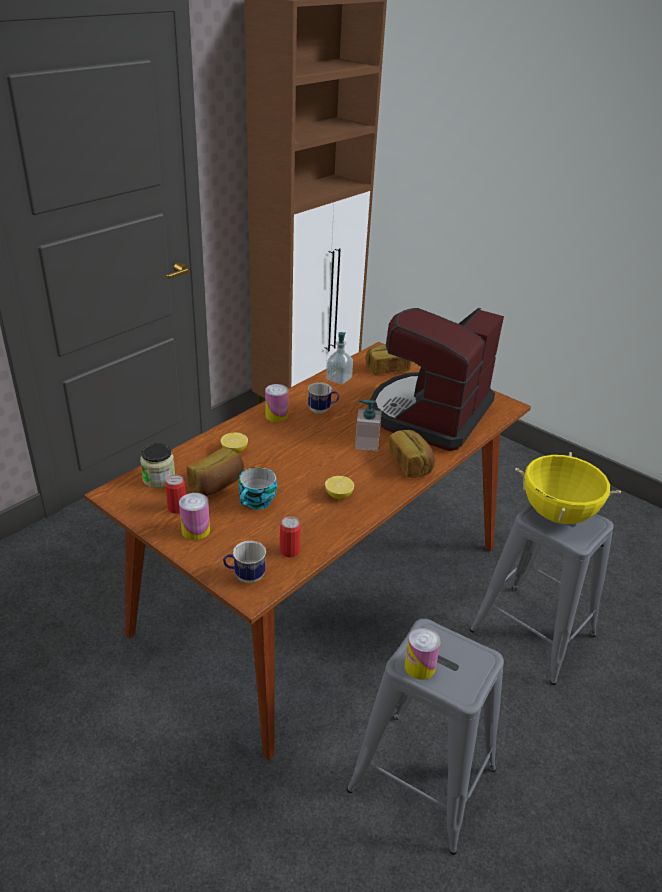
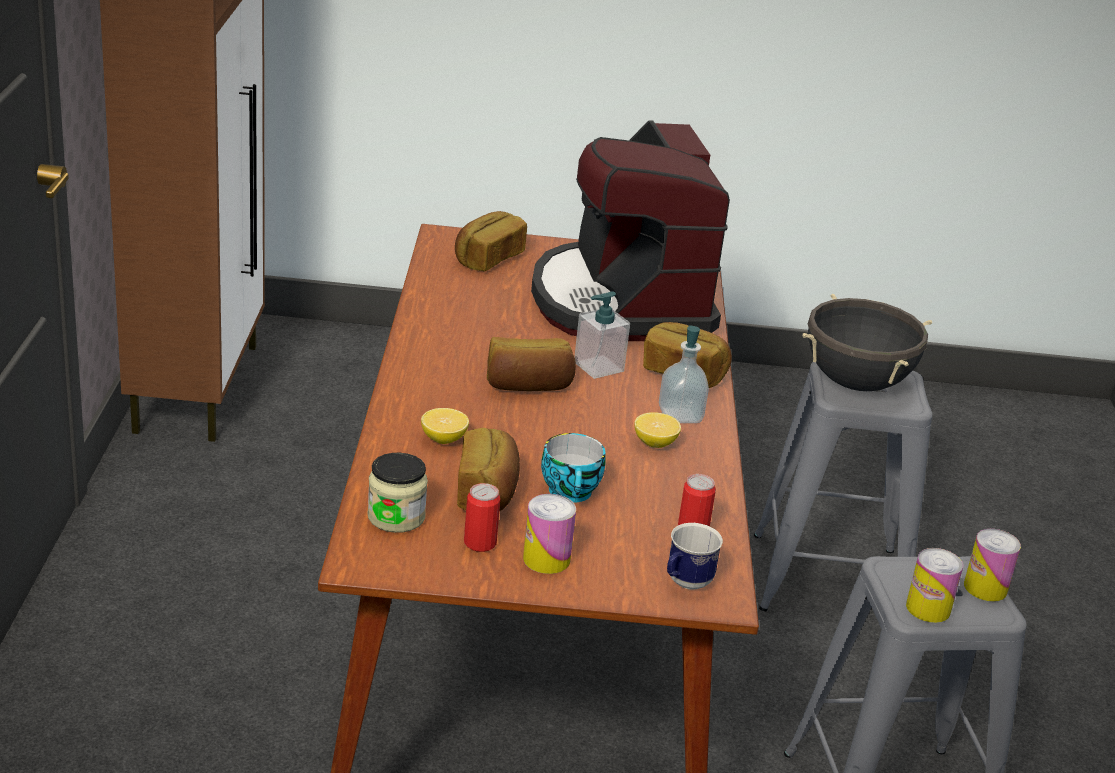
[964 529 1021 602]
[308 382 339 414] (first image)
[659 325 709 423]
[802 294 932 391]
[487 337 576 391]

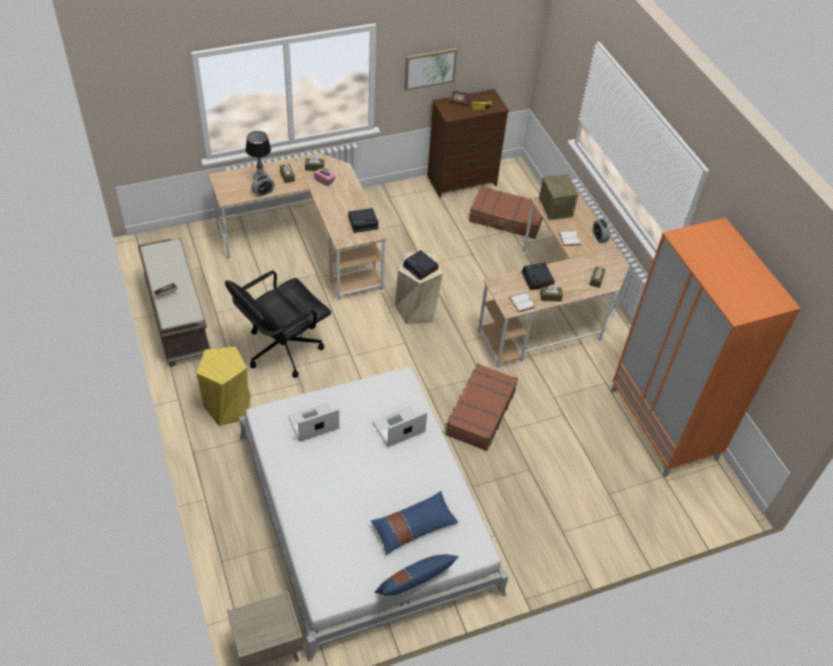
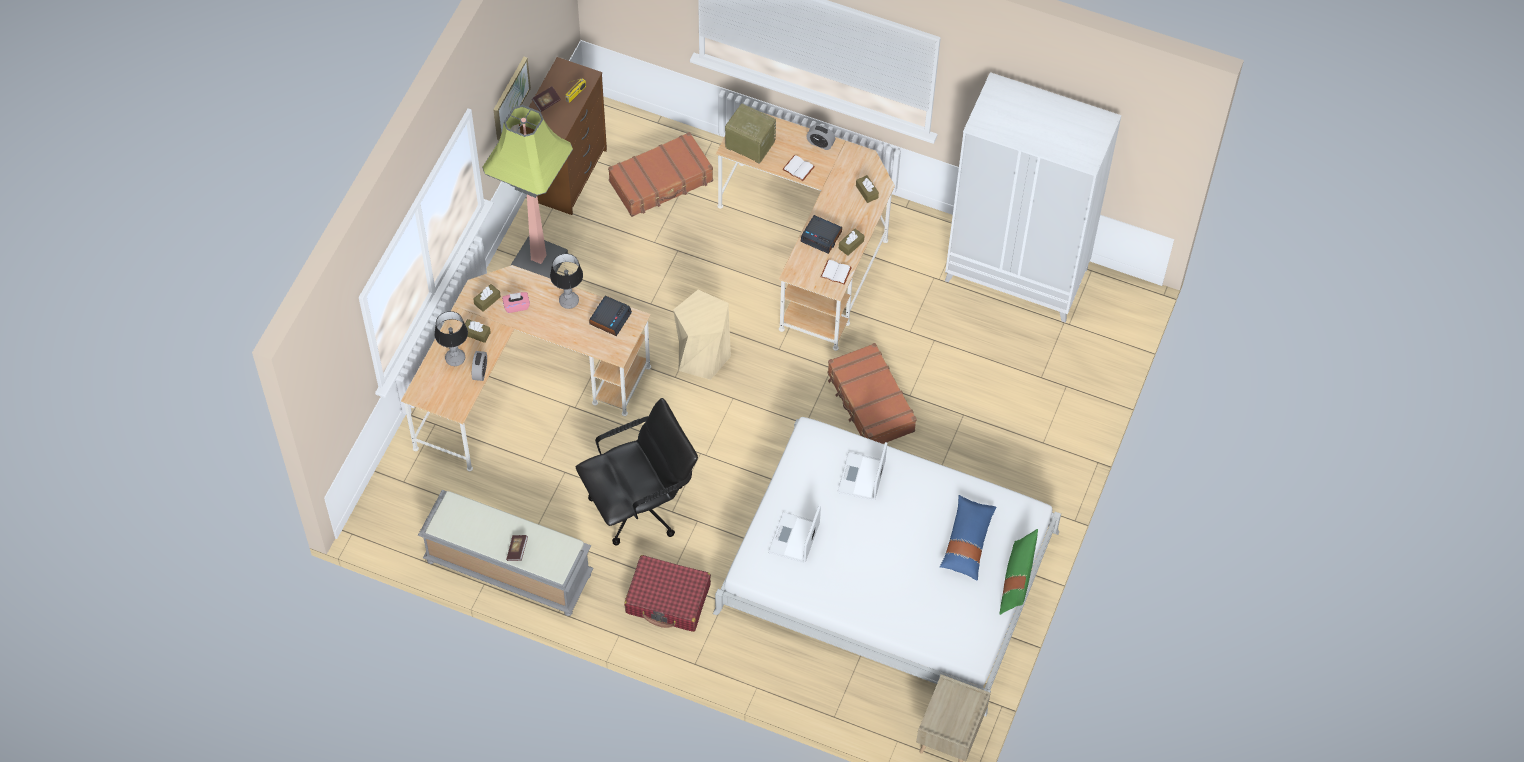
[418 490 594 616]
[624 555 711 632]
[576 398 698 546]
[1000 529 1038 615]
[403 250 439 280] (first image)
[945 72 1122 322]
[482 105 573 278]
[550 253 583 309]

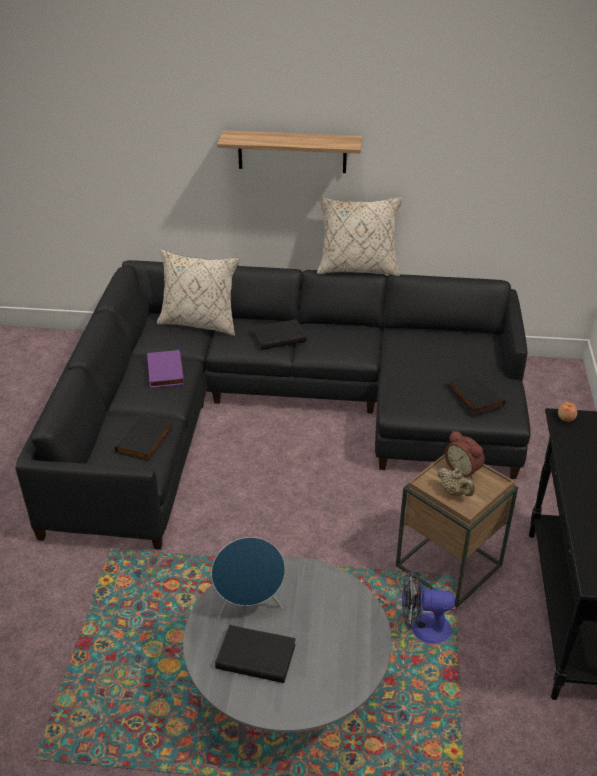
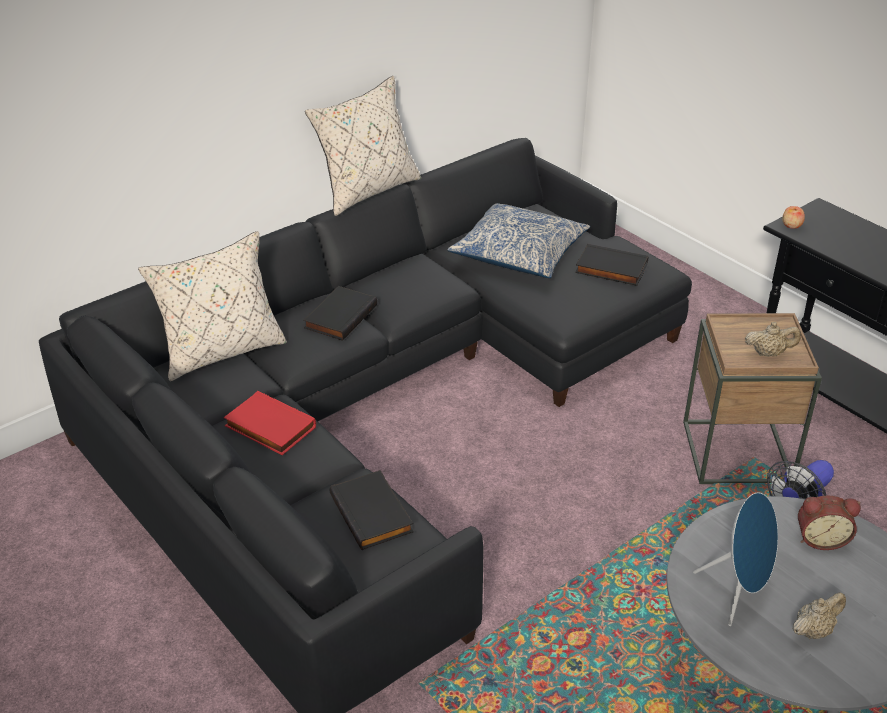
[224 391 316 455]
[792 592 846 639]
[217 130 362 173] (first image)
[798 496 861 550]
[447 203 590 278]

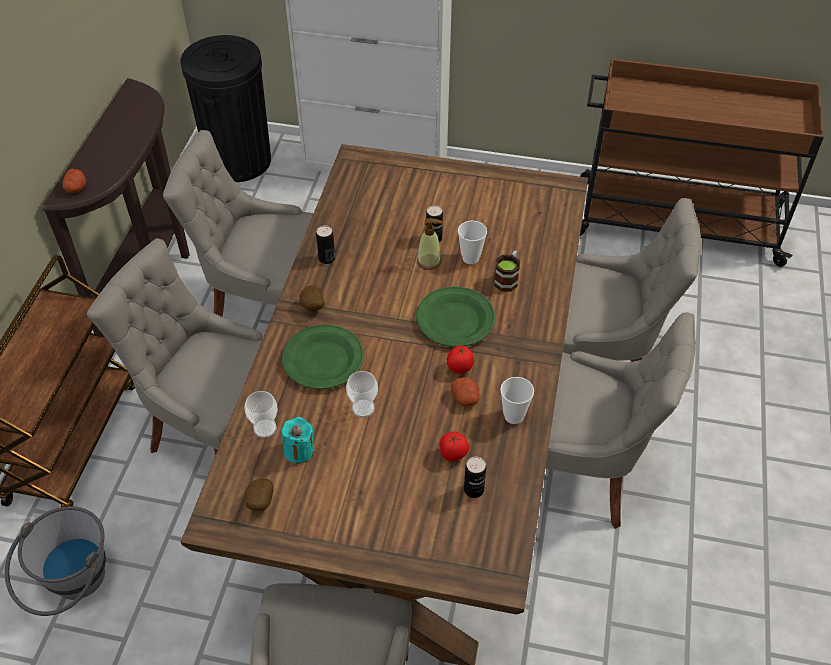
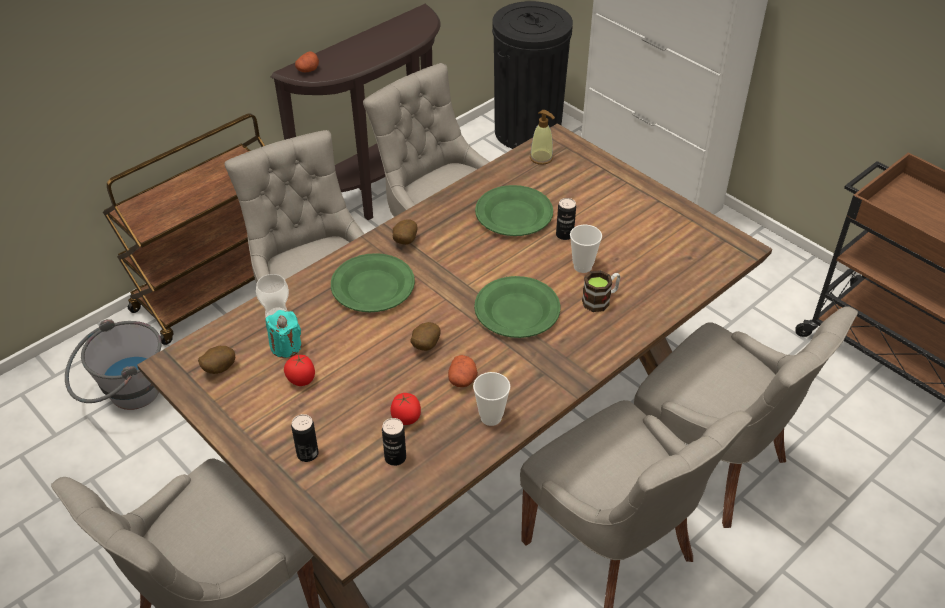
[291 414 319 462]
[346 371 378 418] (first image)
[530 110 555 165]
[284 354 315 386]
[410 322 441 351]
[475 185 553 236]

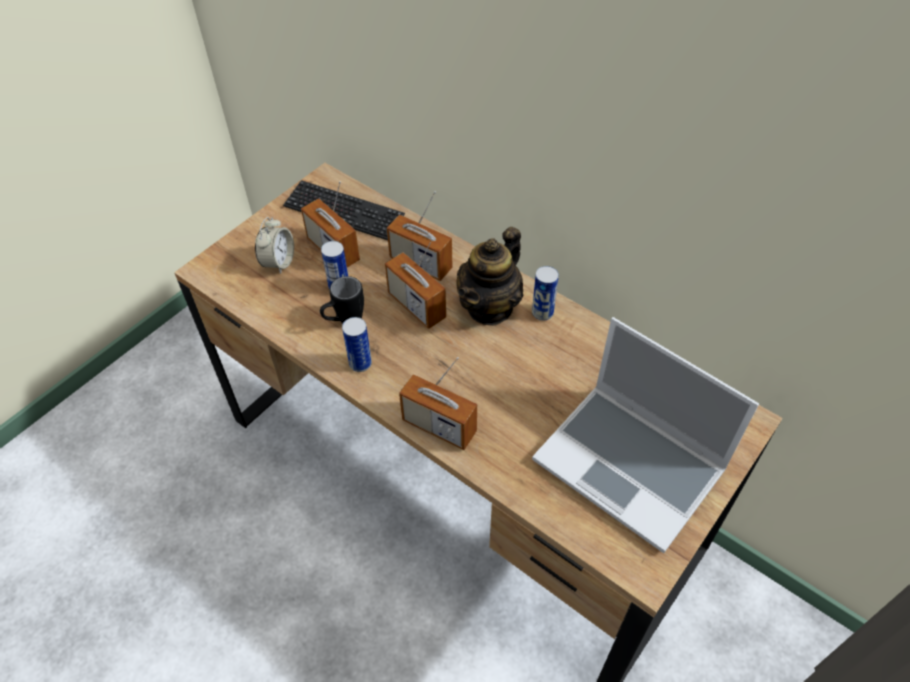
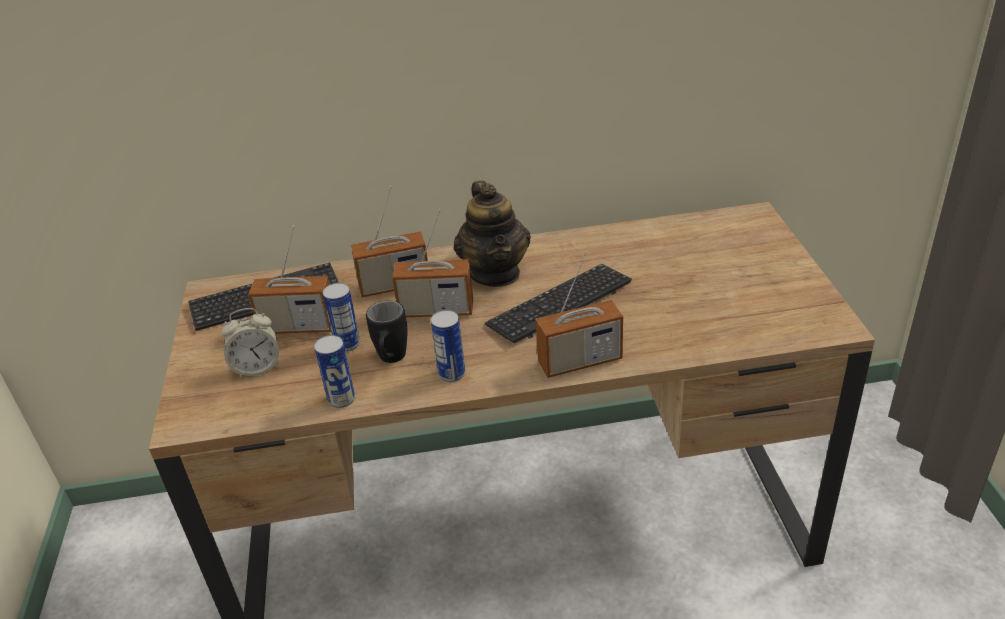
[221 308 279 378]
[314 335 355 408]
[532 317 759 553] (first image)
[485 264 632 343]

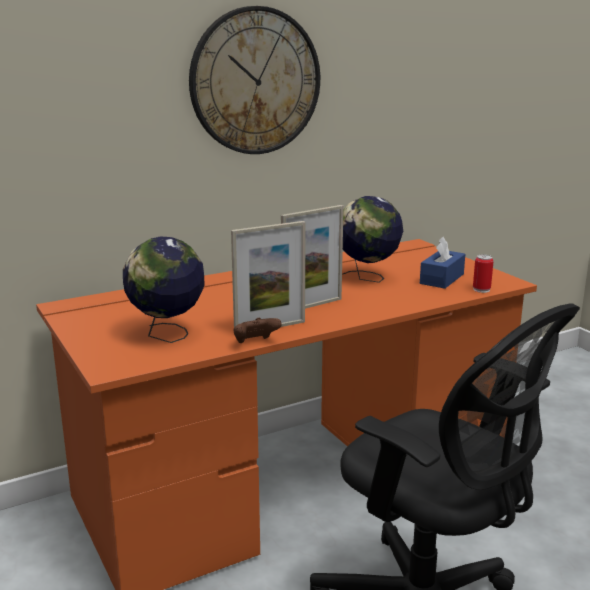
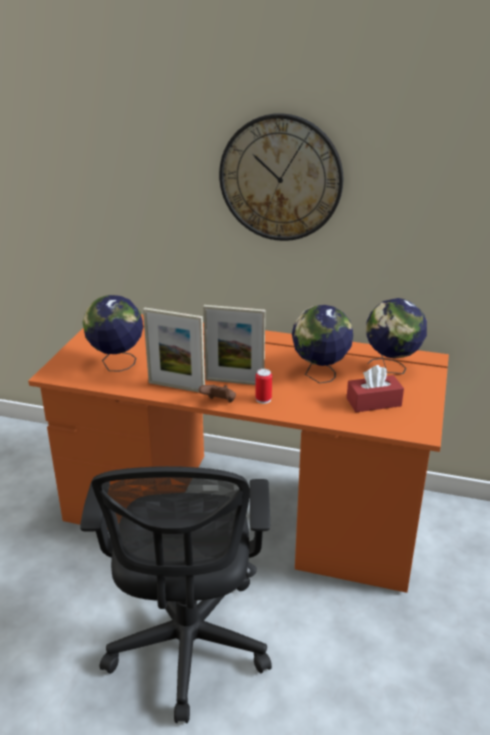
[199 385 236 403]
[347 365 404 412]
[255 369 272 404]
[366 298 427 374]

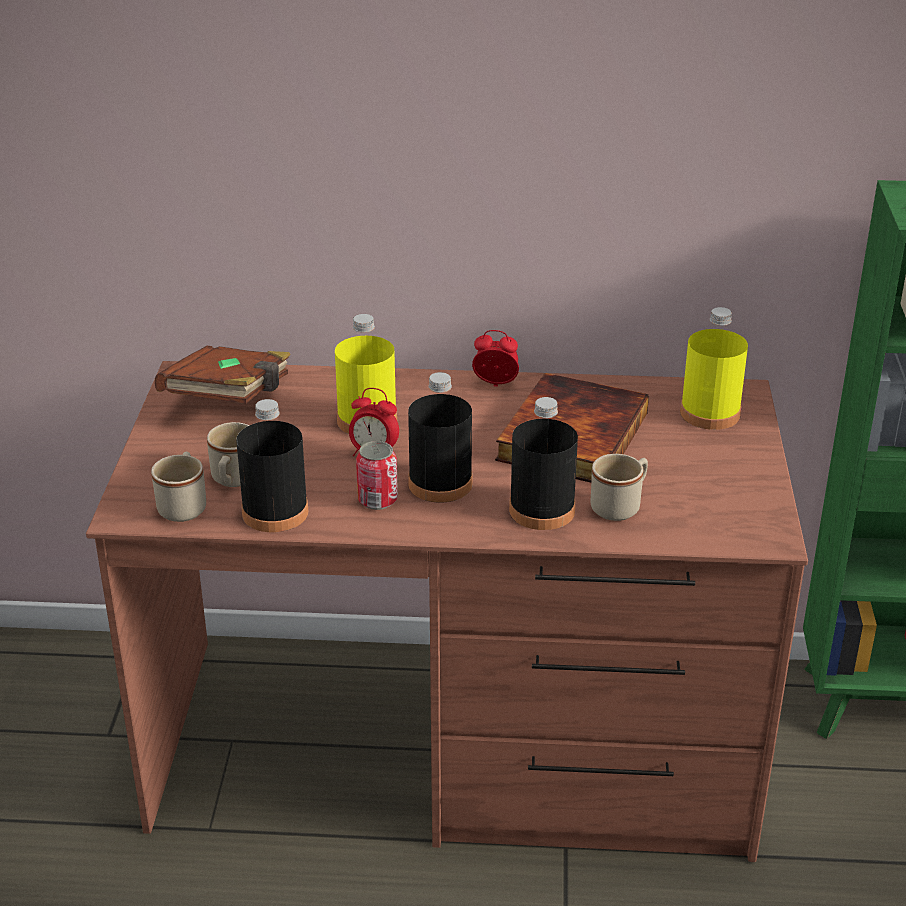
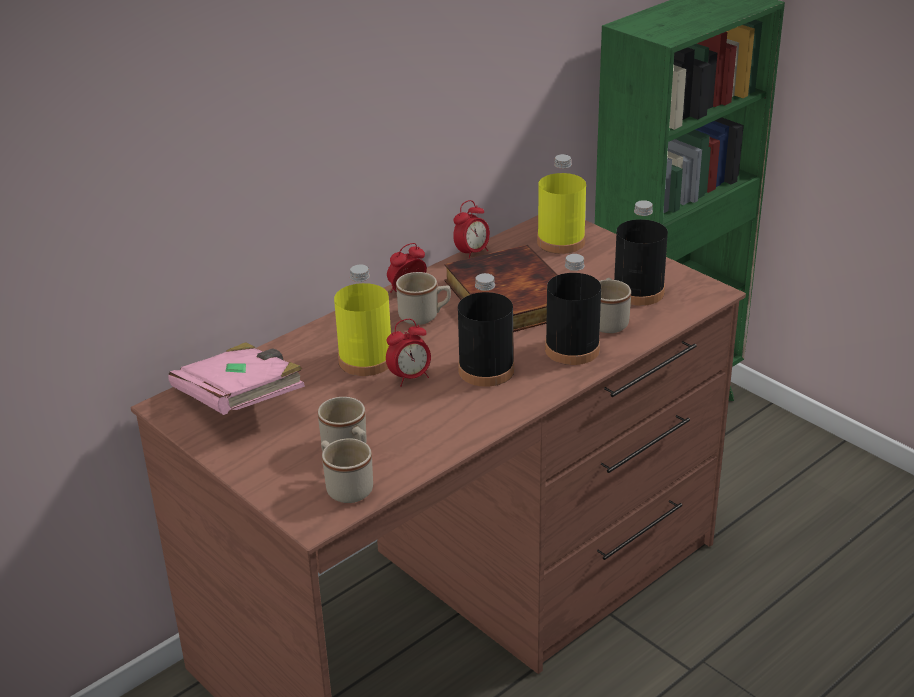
[168 342 305 415]
[614 200 668 306]
[356 441 398 510] (first image)
[396 272 451 325]
[453 200 490 258]

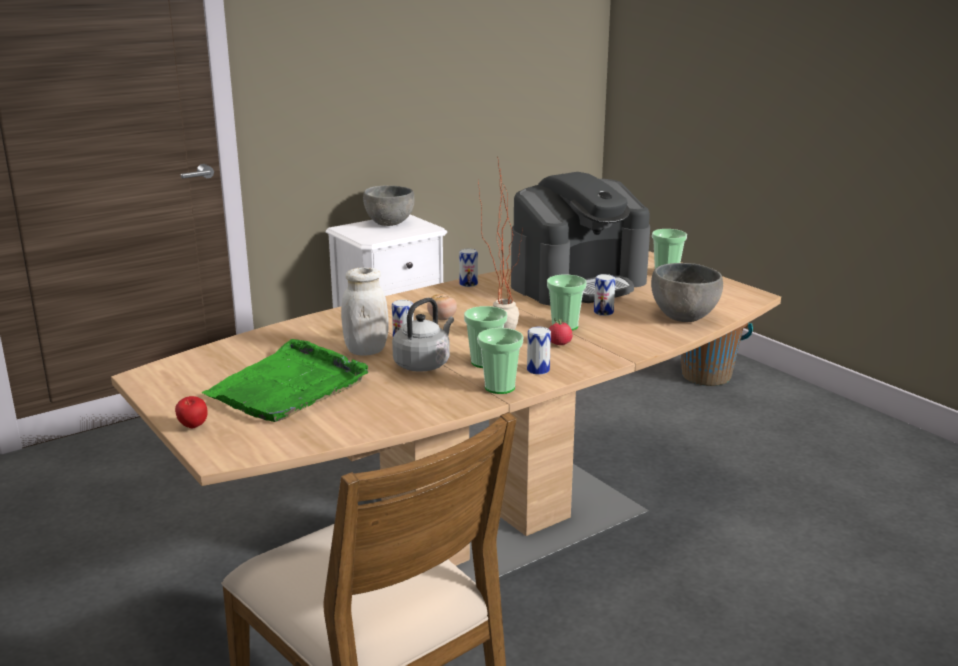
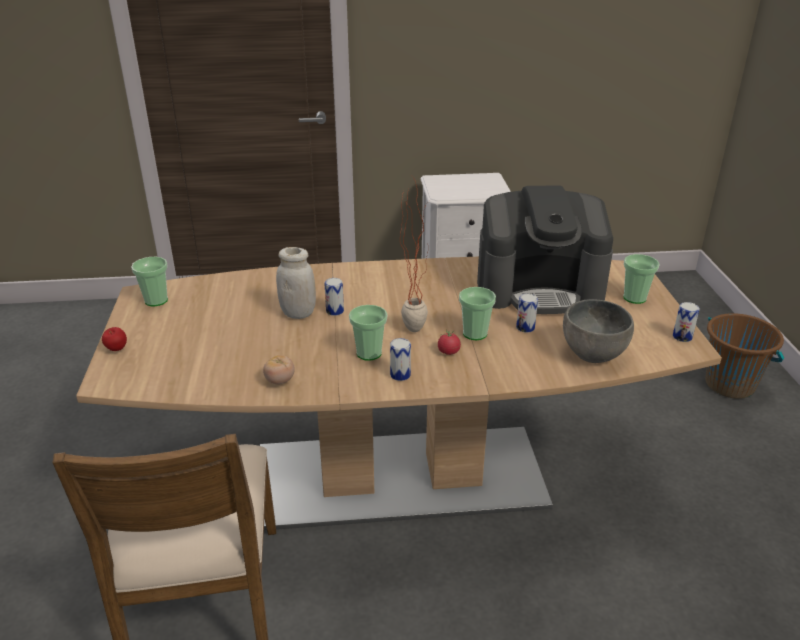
[202 339 368 422] (first image)
[363 185 415 226] (first image)
[392 298 454 372] (first image)
[263 355 295 384]
[673 302 700 342]
[131 257 168 306]

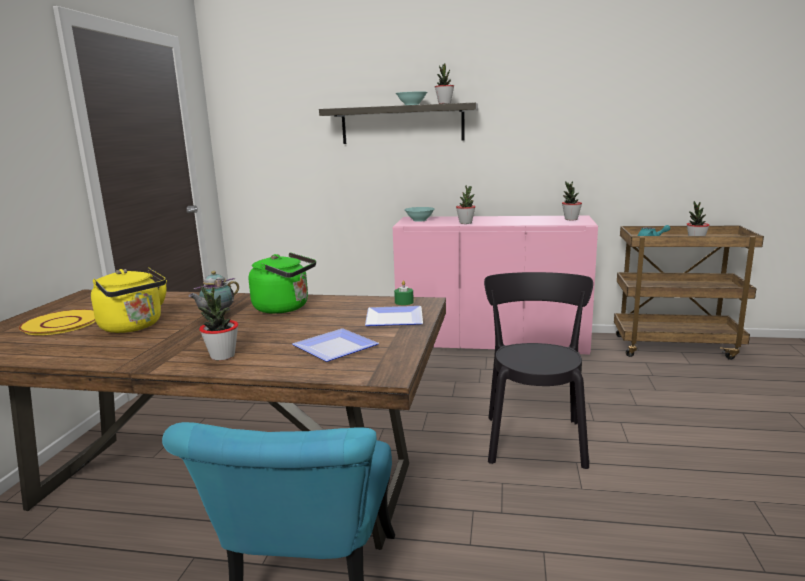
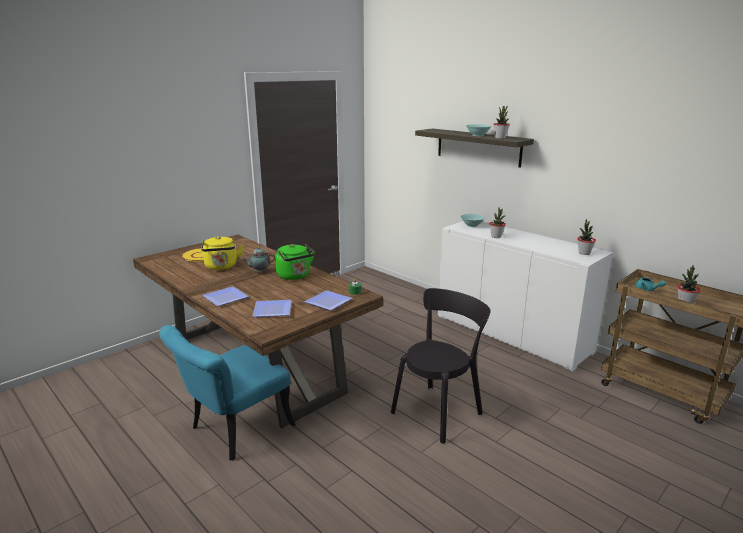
[202 286 249 306]
[438 221 613 371]

